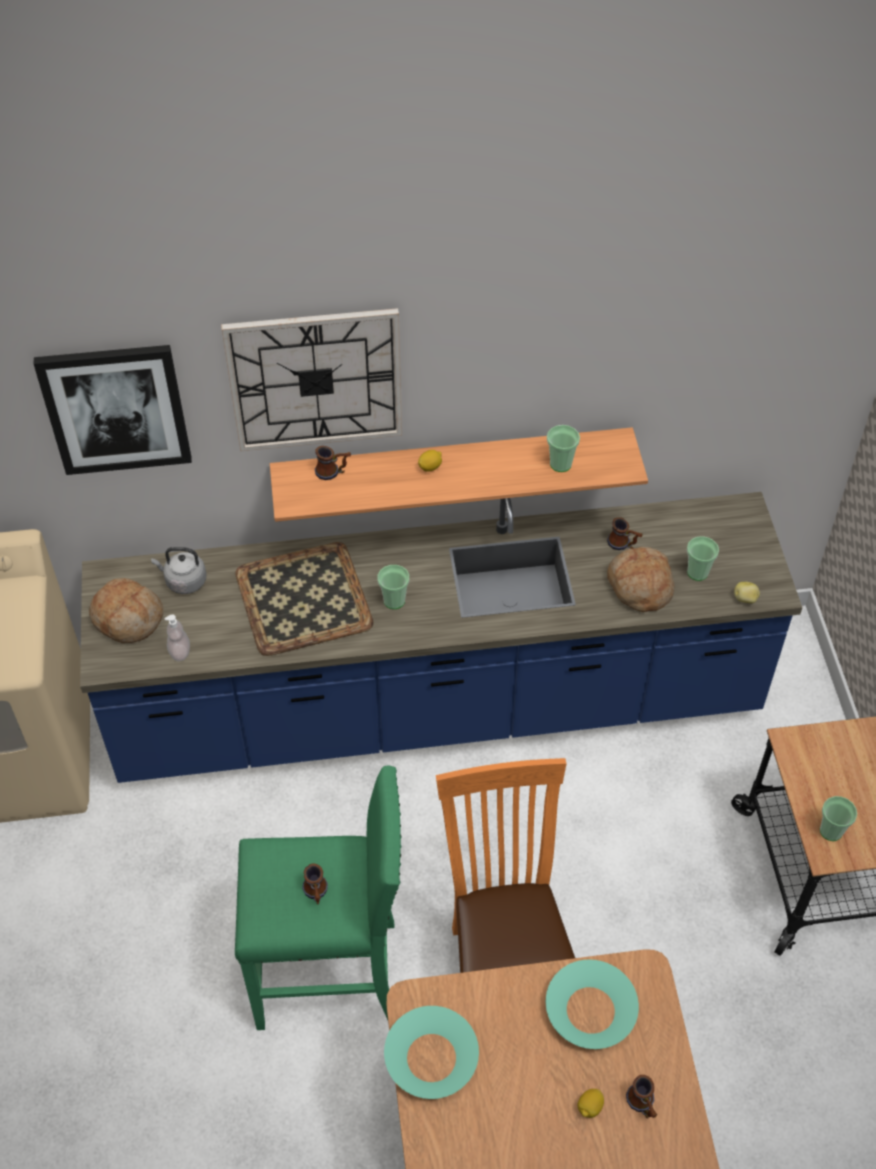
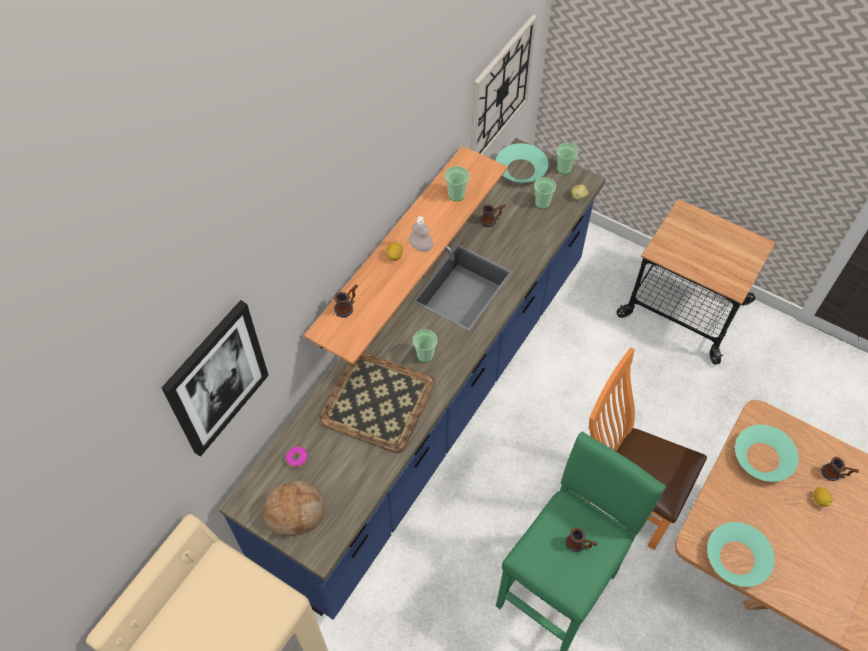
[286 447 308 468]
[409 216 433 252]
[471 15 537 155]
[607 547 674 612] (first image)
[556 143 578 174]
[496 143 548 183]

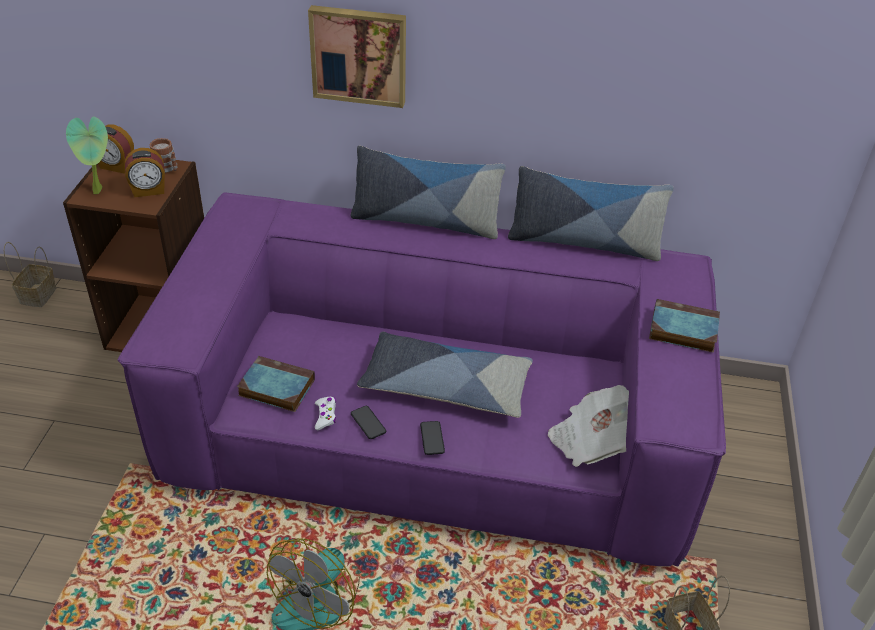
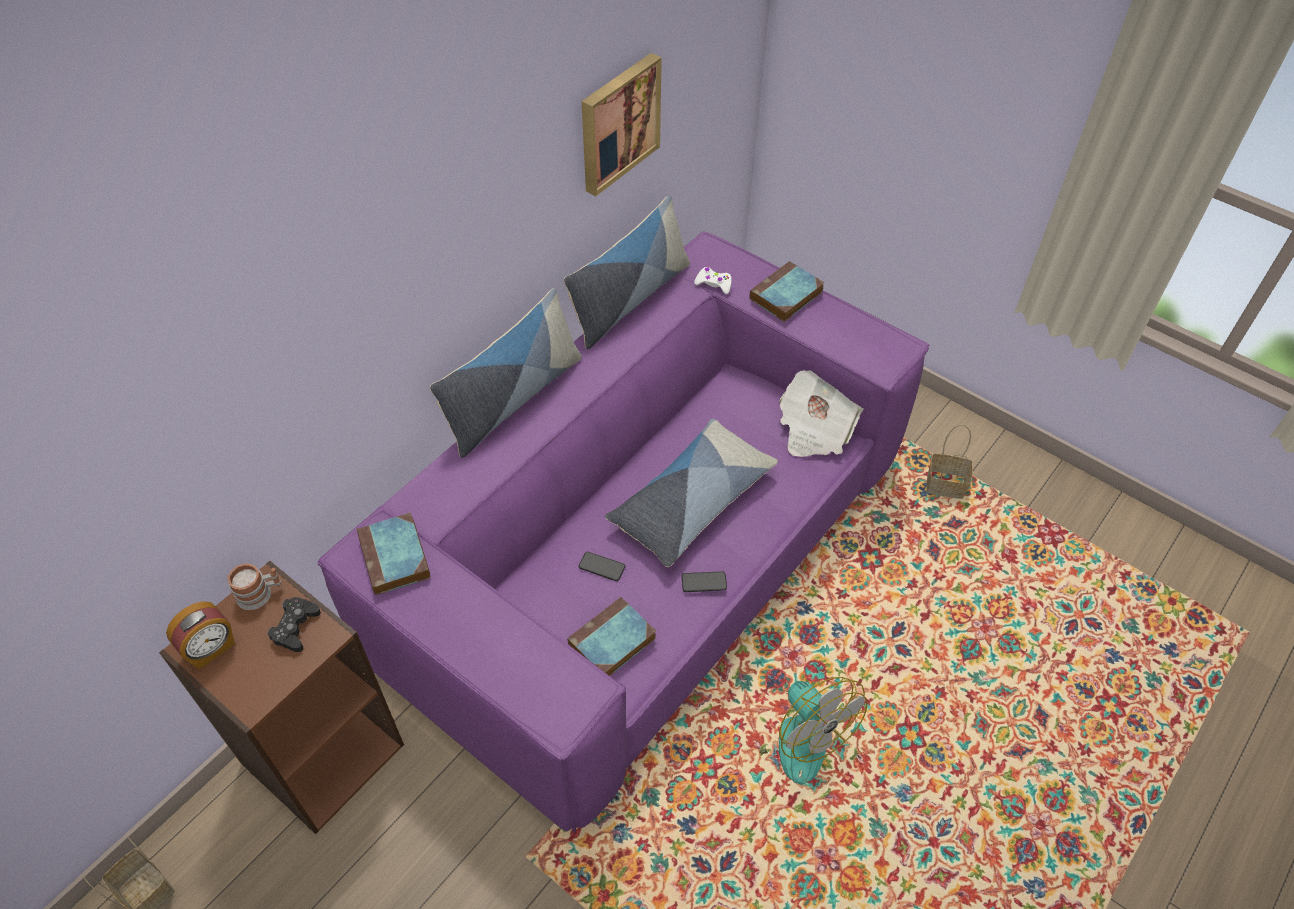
[66 117 108 194] (first image)
[267 597 321 652]
[582 53 662 196]
[694 267 732 294]
[579 552 625 581]
[357 513 431 595]

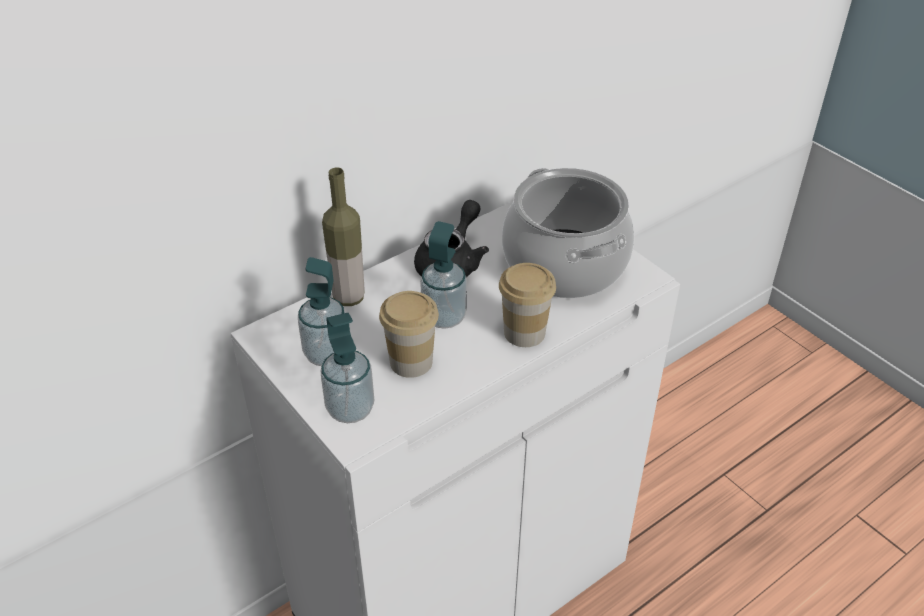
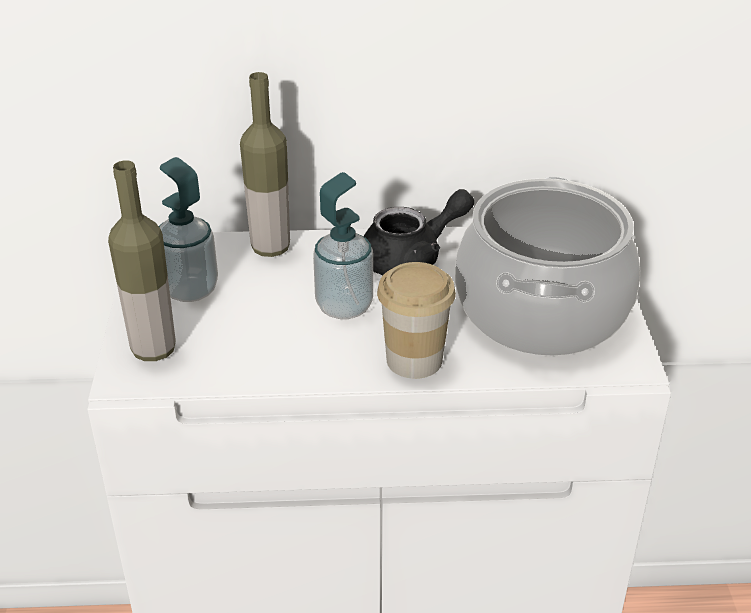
[108 161 176 361]
[379 291 439 378] (first image)

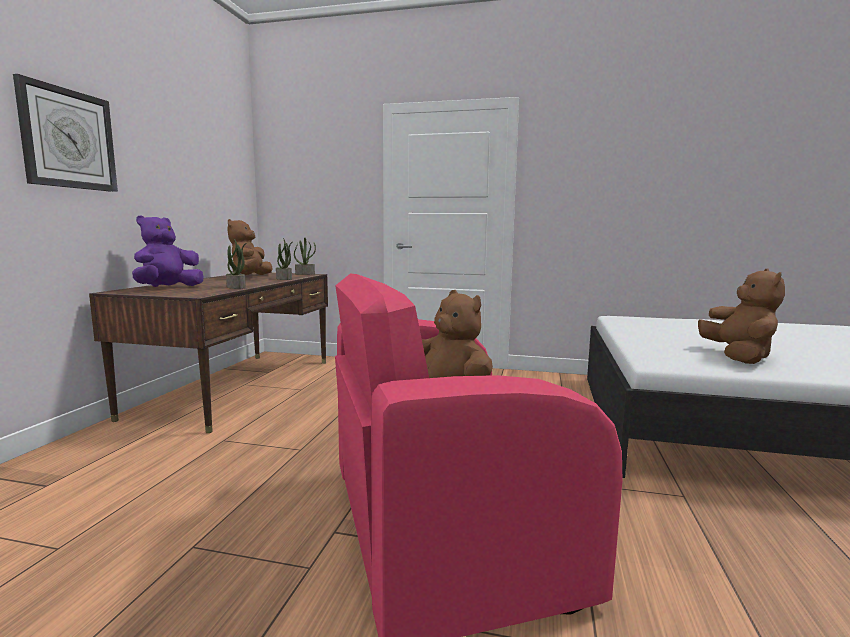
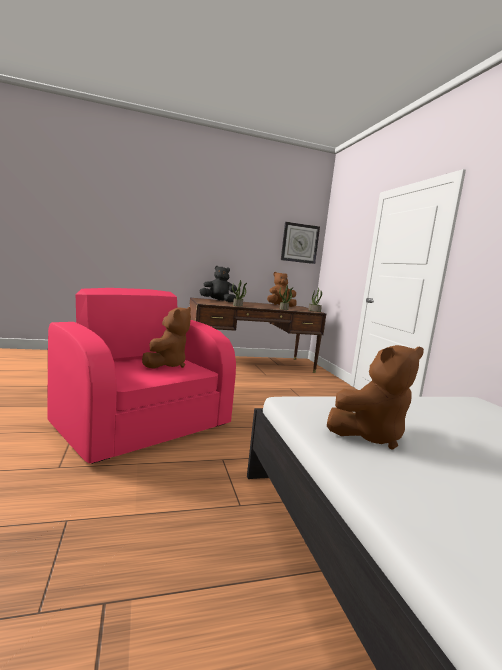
[281 222 320 264]
[199 266 237 302]

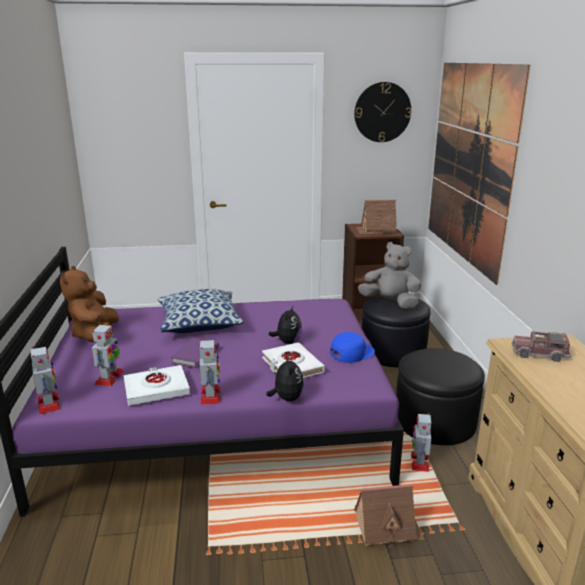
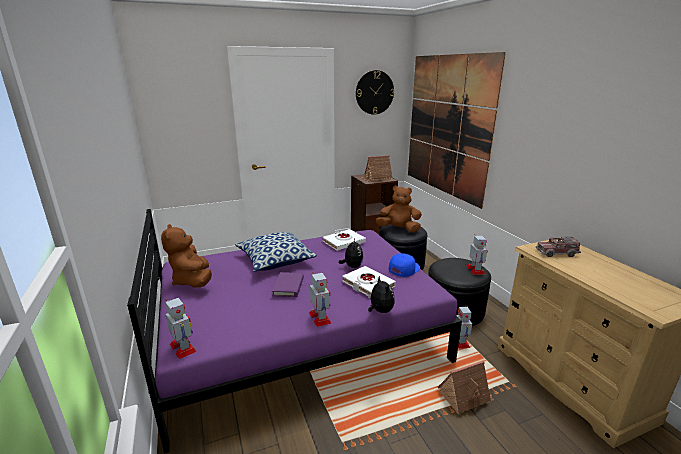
[467 234 487 275]
[322 229 366 251]
[376 185 422 233]

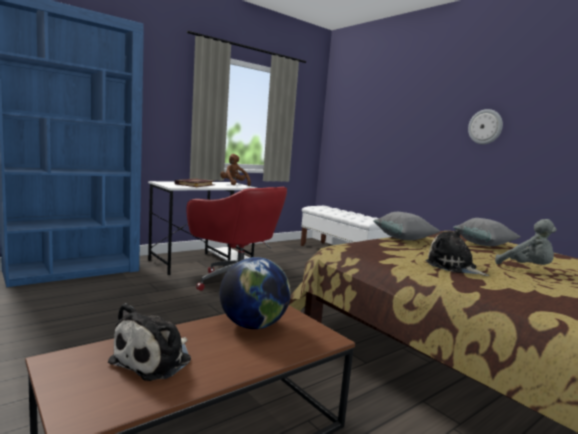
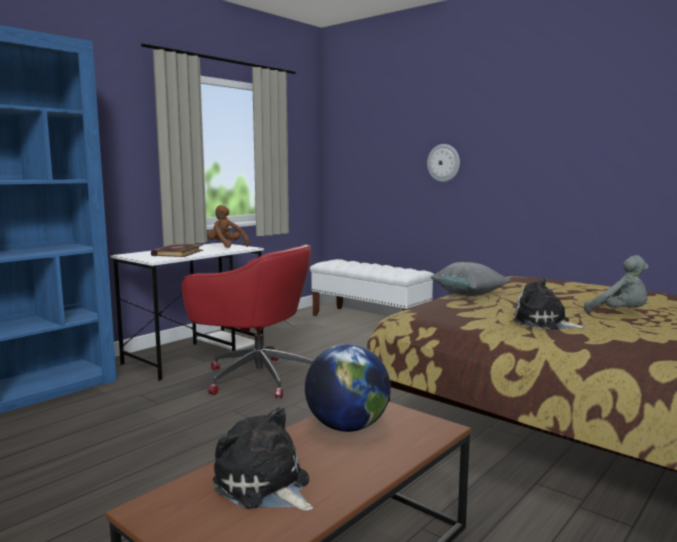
[213 407 313 511]
[453 218 521 246] (first image)
[427 144 460 182]

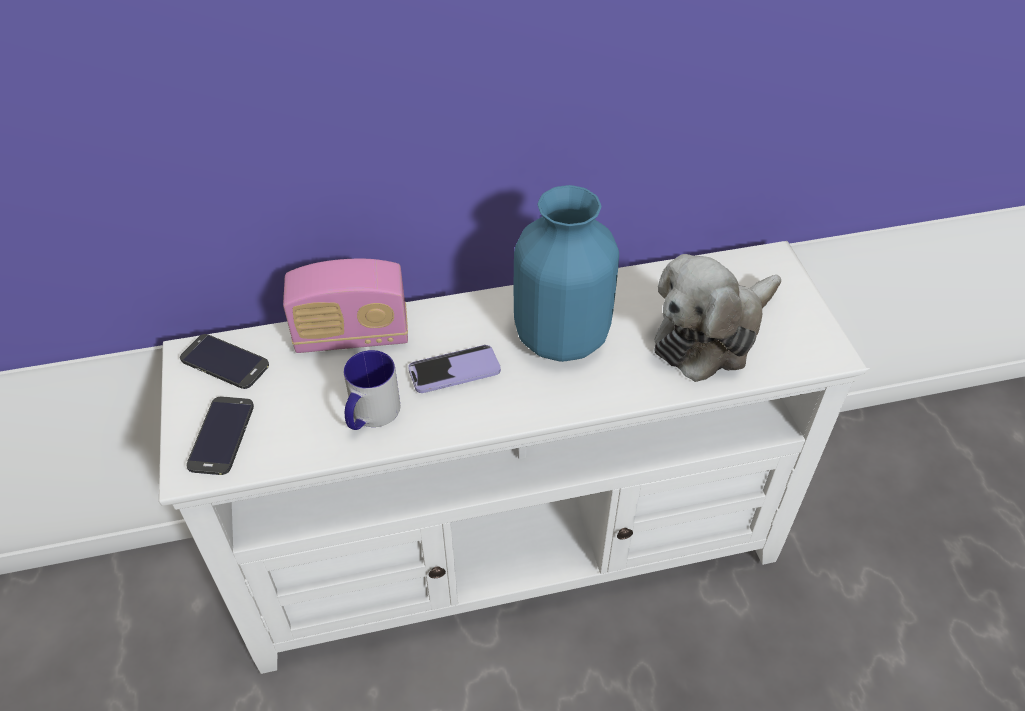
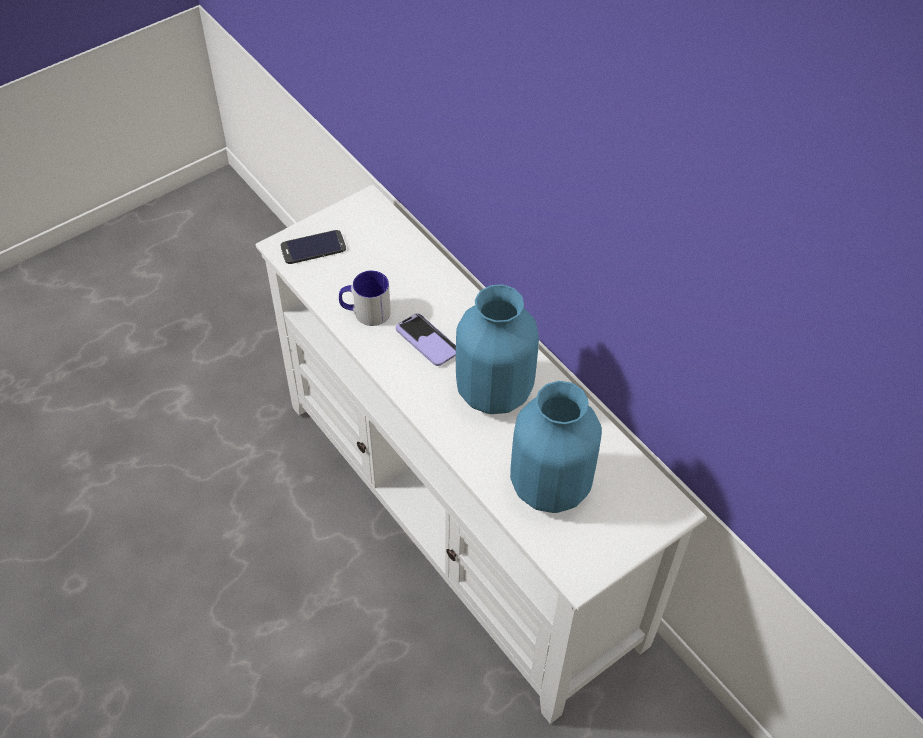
[180 334 269 389] (first image)
[283 259 408 353] (first image)
[510 381 602 513]

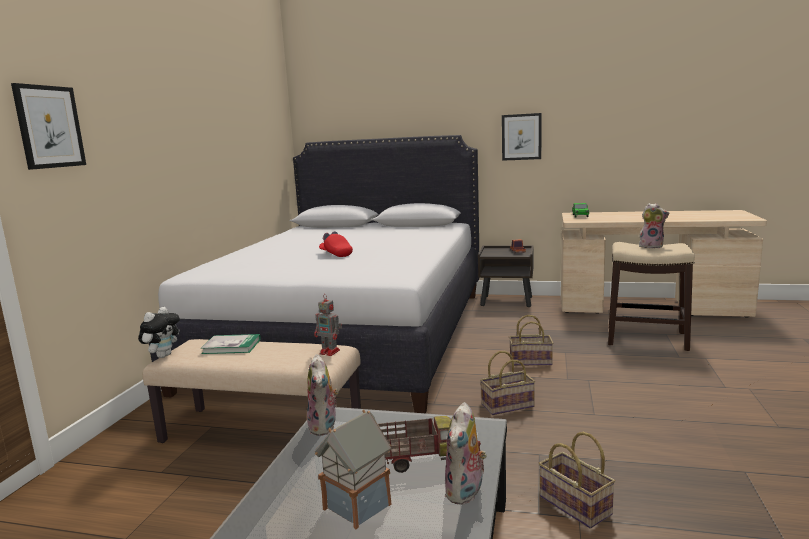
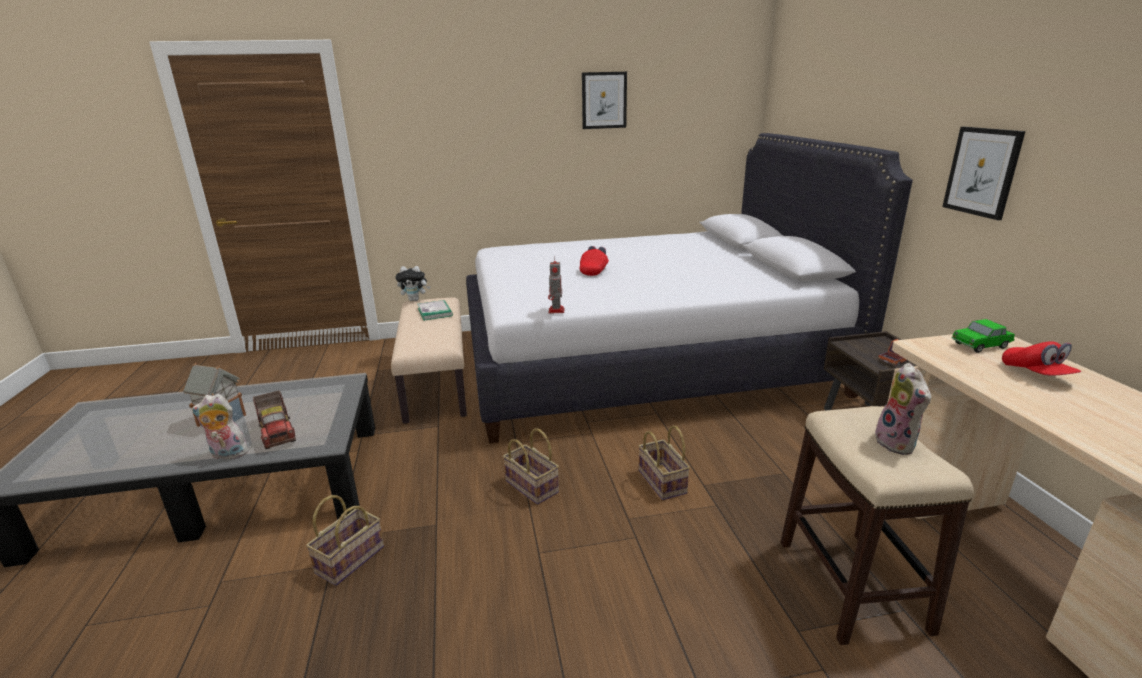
[582 72 627 129]
[307 354 339 436] (first image)
[548 261 565 313]
[1002 341 1081 375]

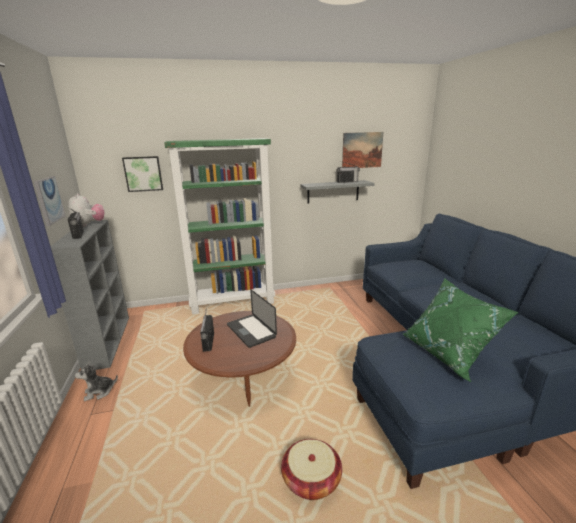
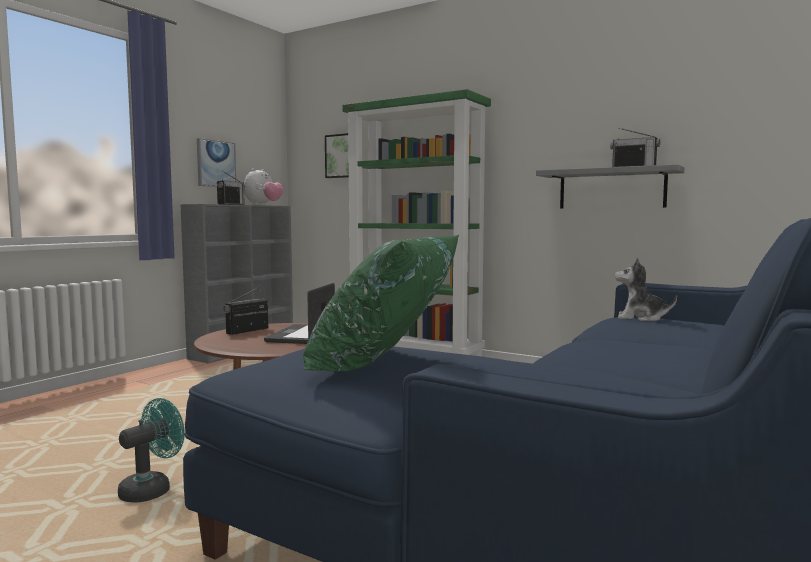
[615 258 677 321]
[118 398 185 503]
[342 132 383 168] (first image)

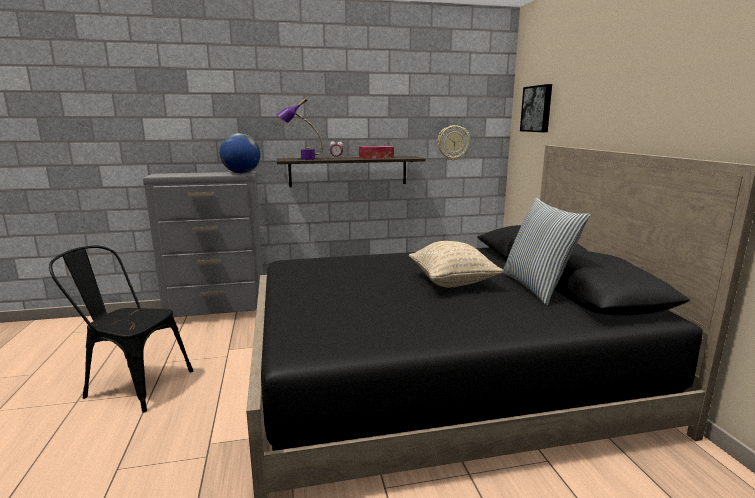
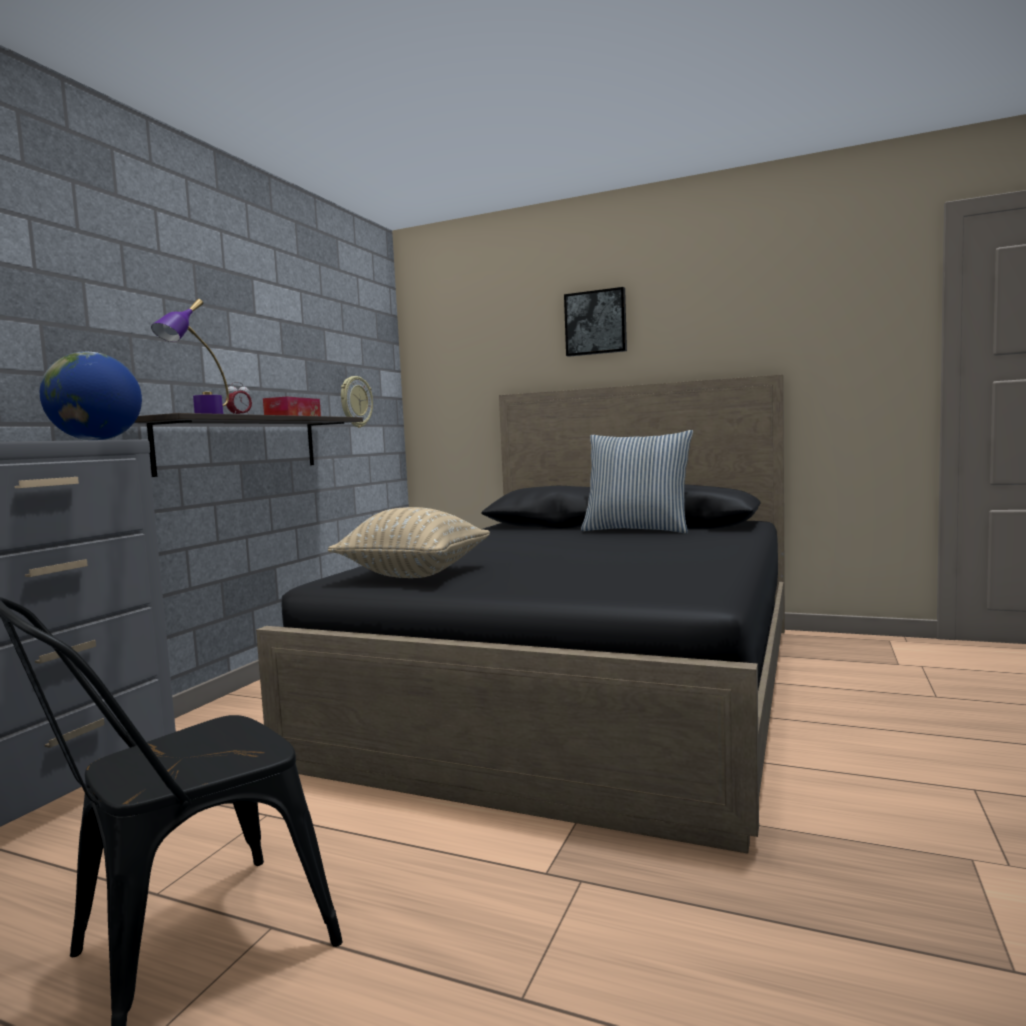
[328 507 490 578]
[564 287 627 357]

